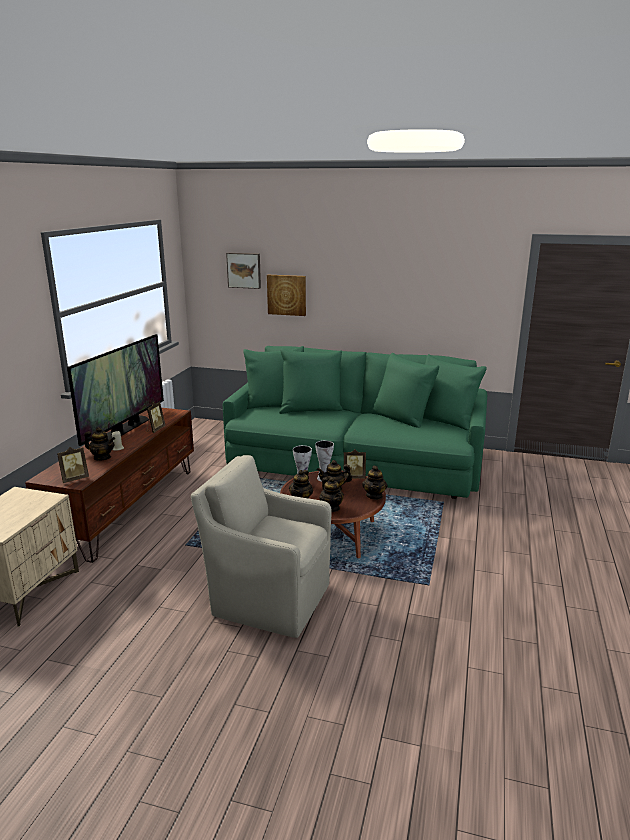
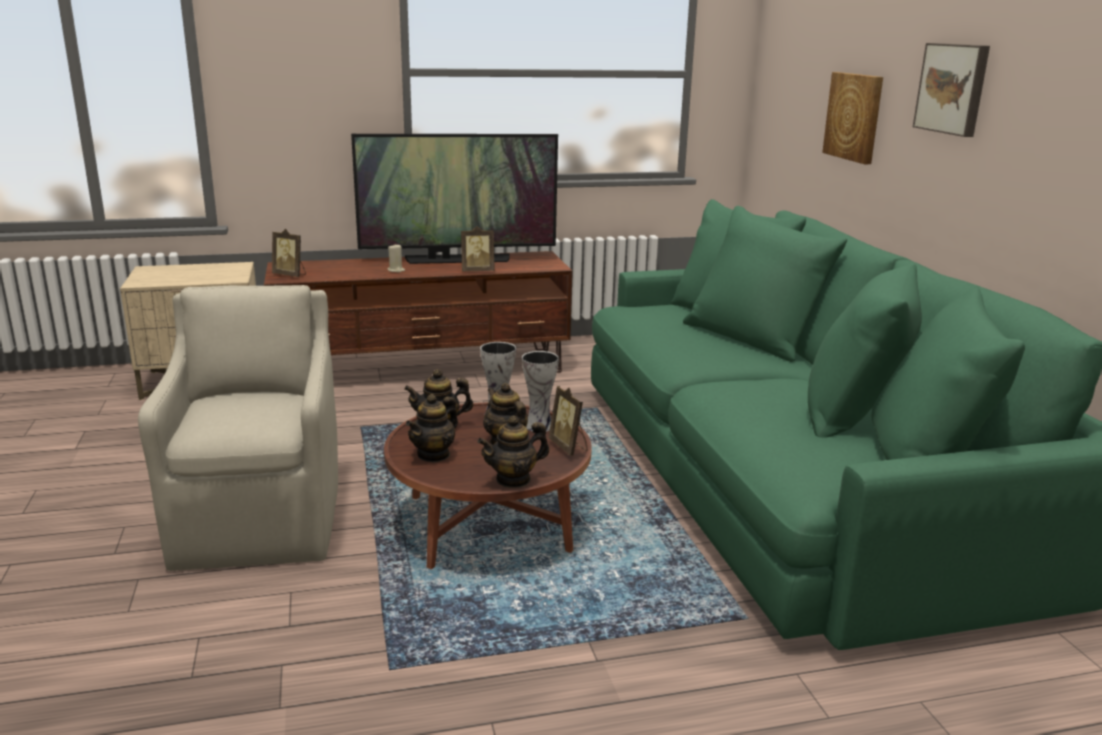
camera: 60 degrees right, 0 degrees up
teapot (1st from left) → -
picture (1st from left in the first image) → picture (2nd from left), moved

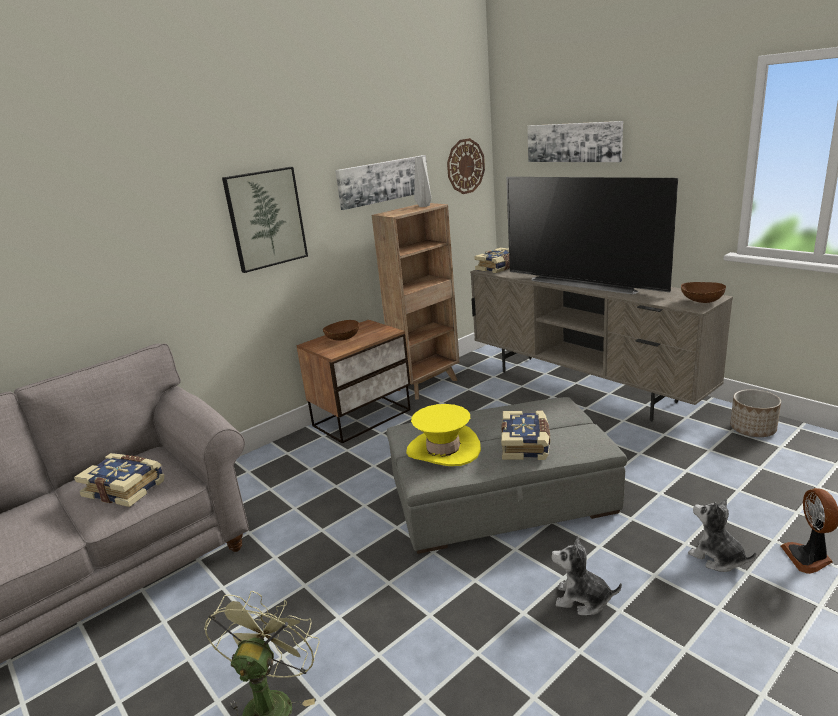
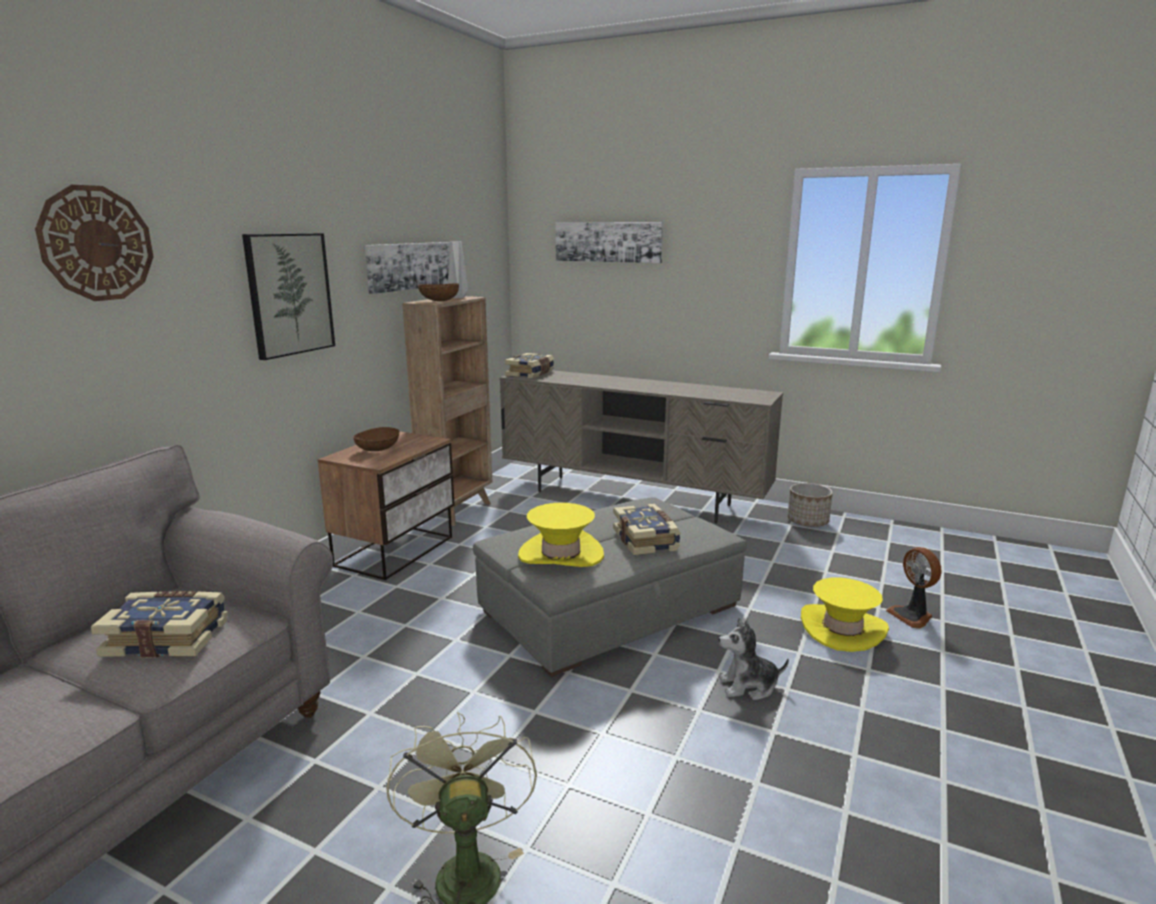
camera: 25 degrees left, 5 degrees down
clock on the wall, moved
TV set → -
bowl (brownish) (2nd from left), moved
plush toy (2nd from left) → wearable hat (yellow) (2nd from left)

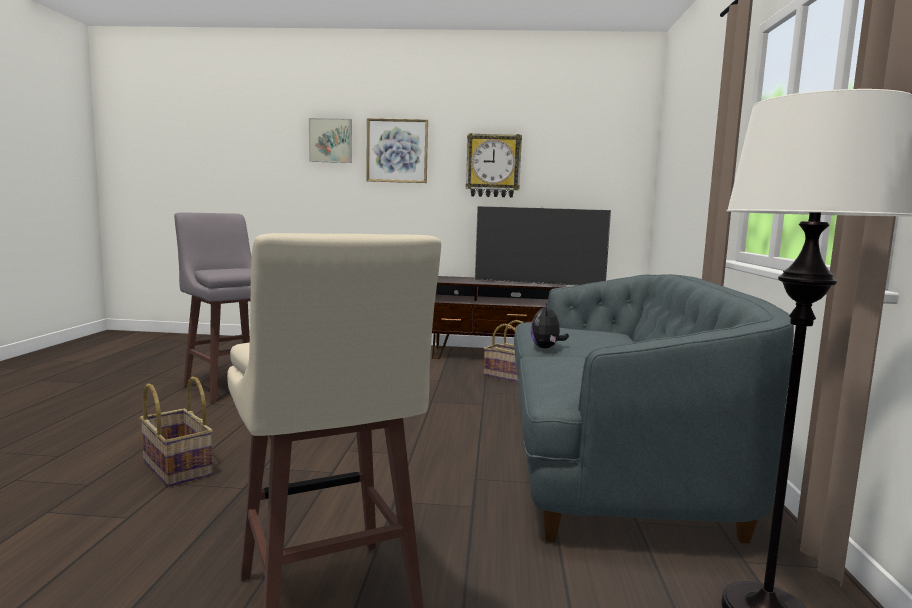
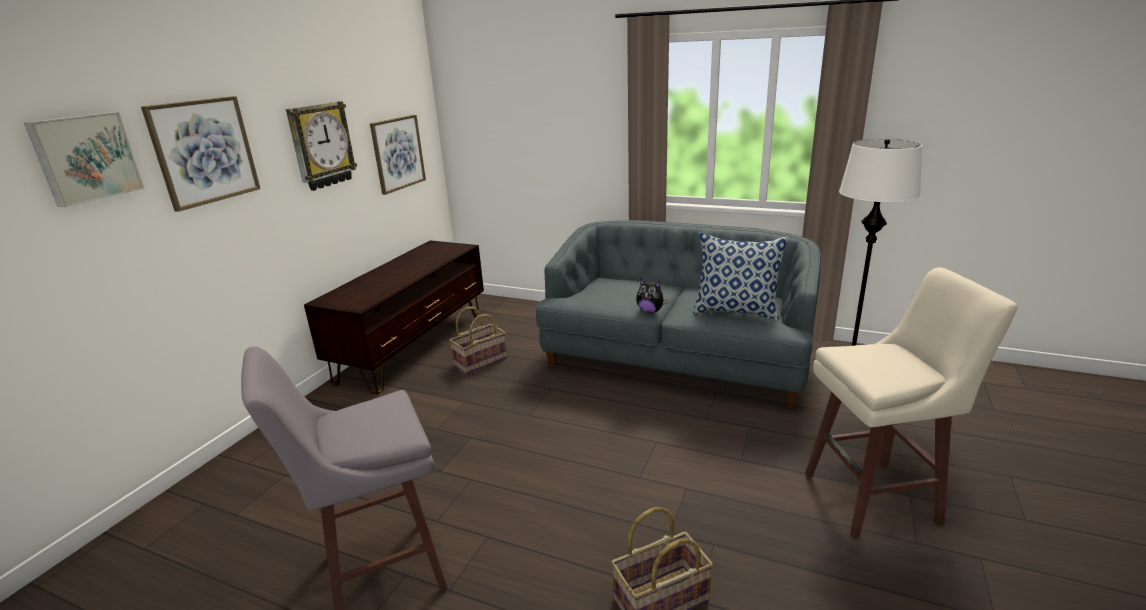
camera: 70 degrees left, 15 degrees up
TV set → -
- → picture (3rd from left)
- → cushion

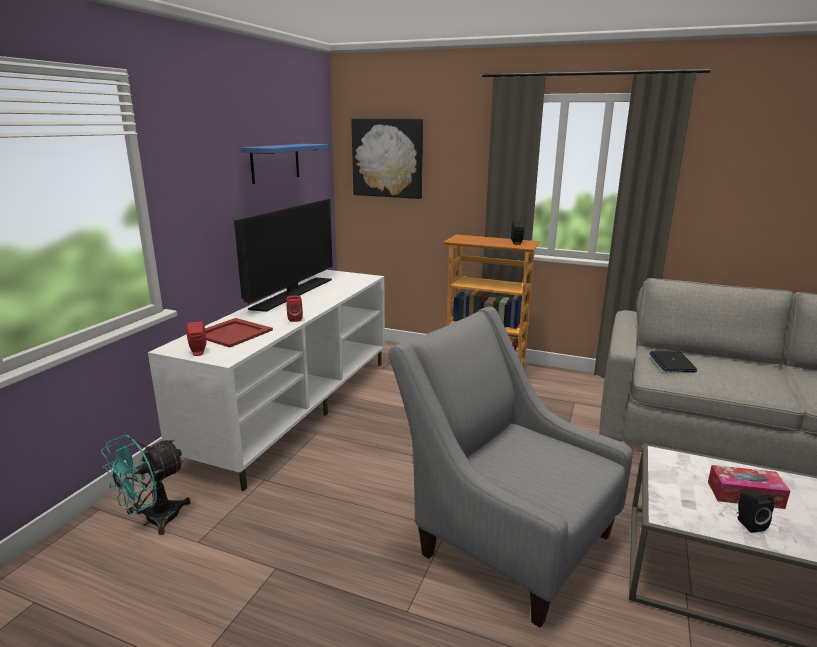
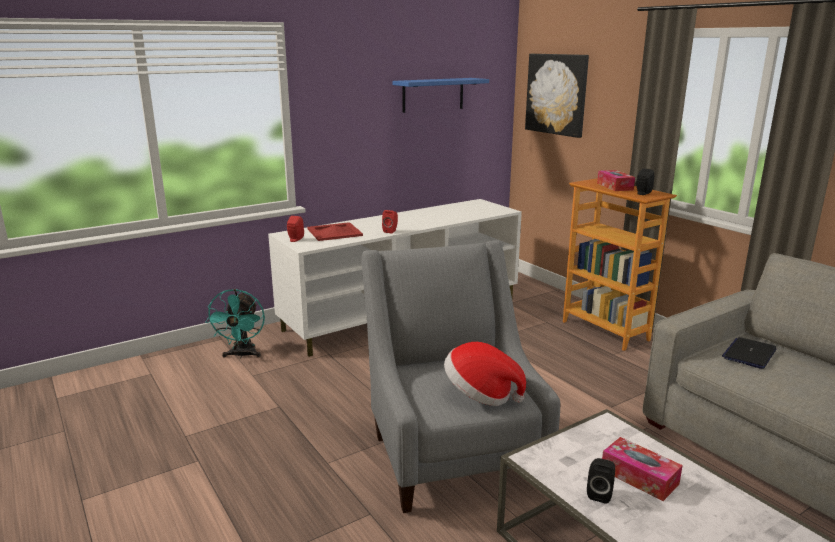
camera: 35 degrees right, 0 degrees up
fan (turquoise-coloured), 75 degrees counterclockwise
TV set → -
- → wearable hat
- → box of tissues (1st from left)

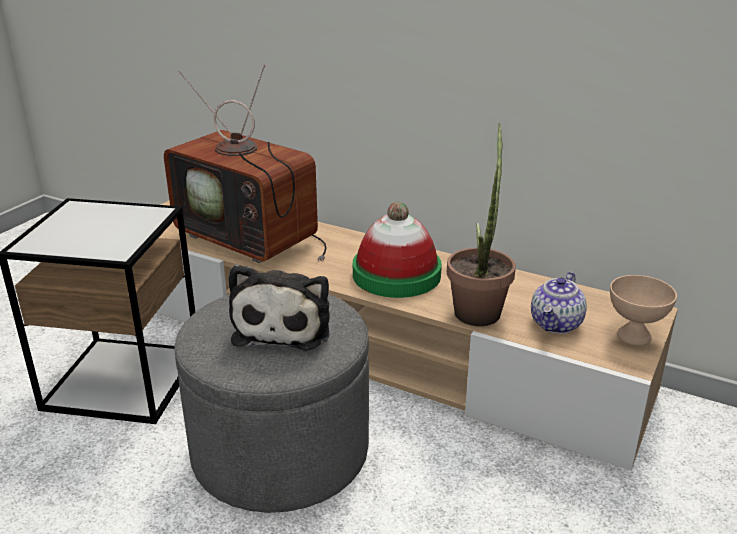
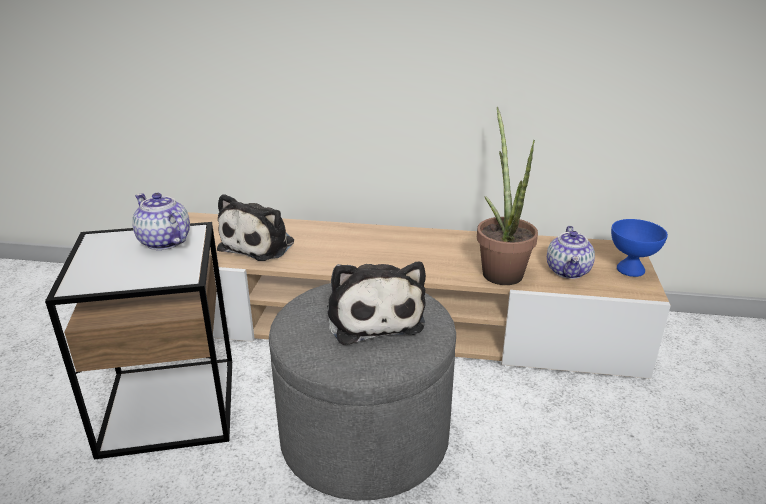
camera: 20 degrees left, 0 degrees up
TV set → plush toy (1st from left)
wearable hat → -
bowl (beige-coloured) → bowl (blue)
- → teapot (1st from left)

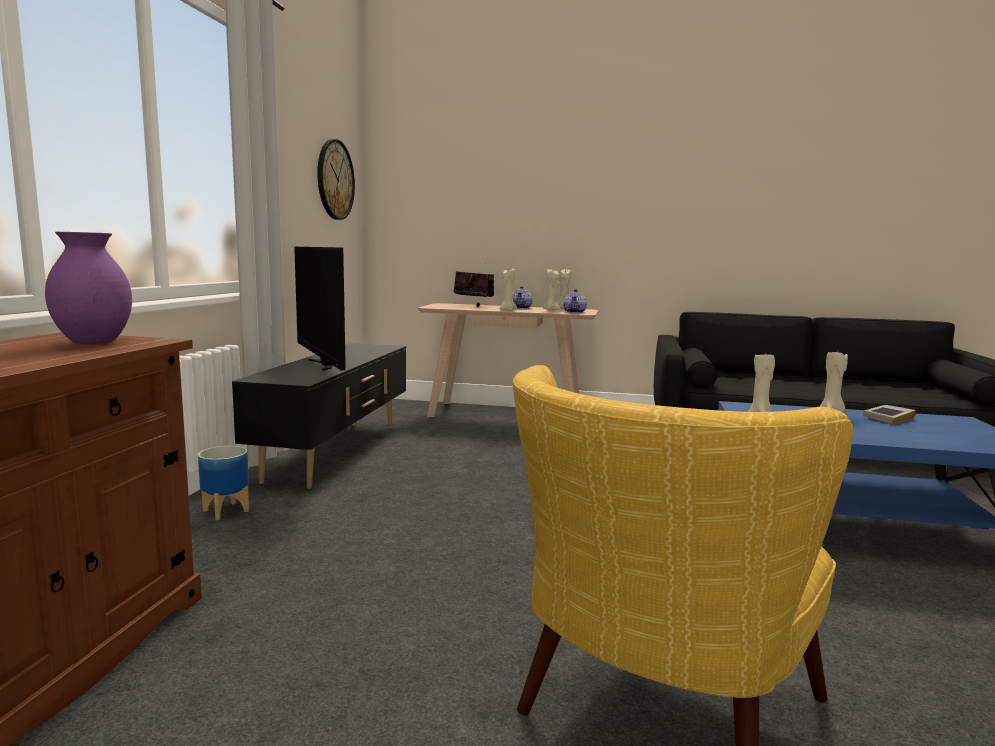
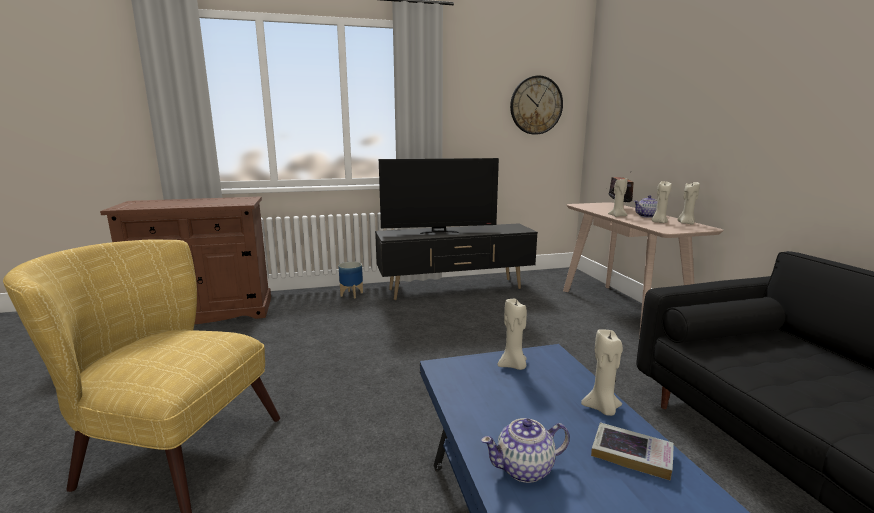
camera: 65 degrees right, 5 degrees up
decorative vase (purple) → -
TV set, 135 degrees counterclockwise
teapot (2nd from left in the first image) → teapot (1st from left), moved

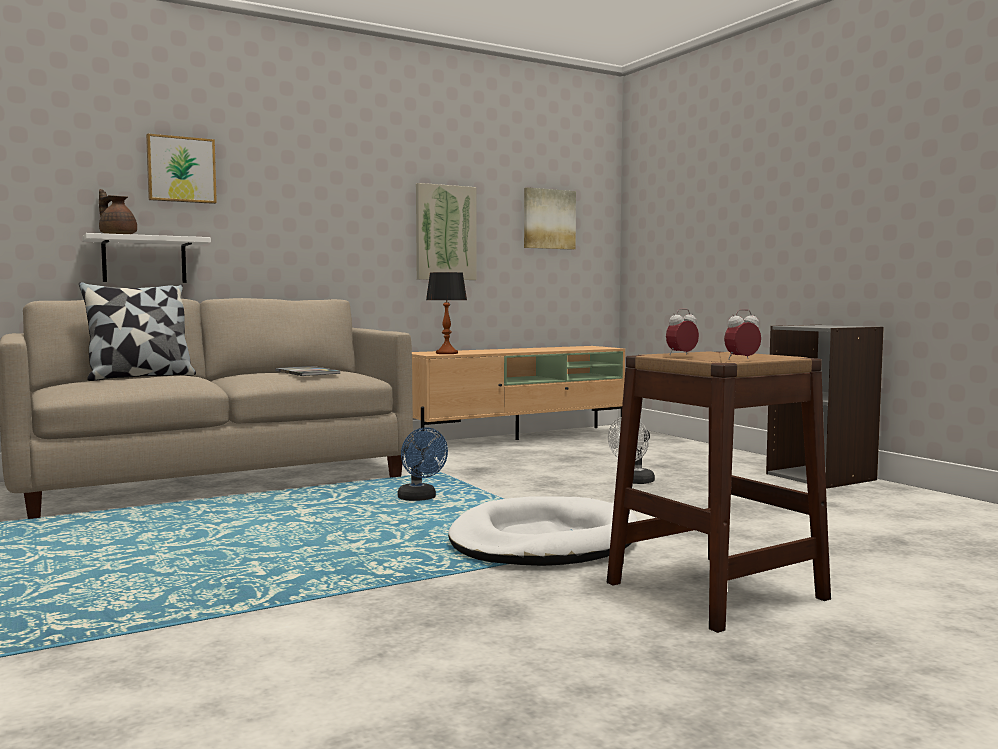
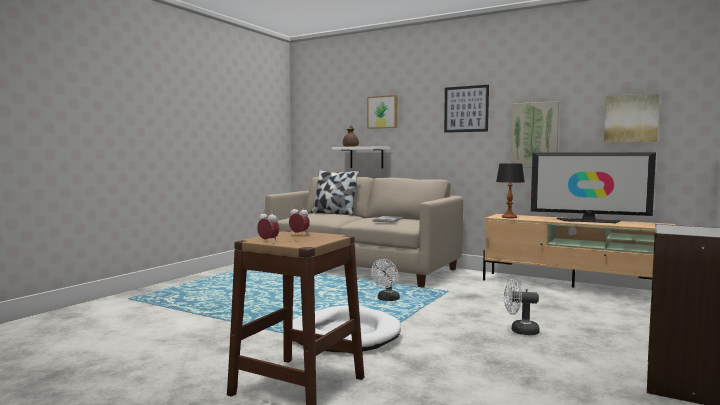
camera: 60 degrees right, 0 degrees up
fan (blue) → fan (white-coloured) (1st from left)
- → picture (2nd from left)
- → TV set

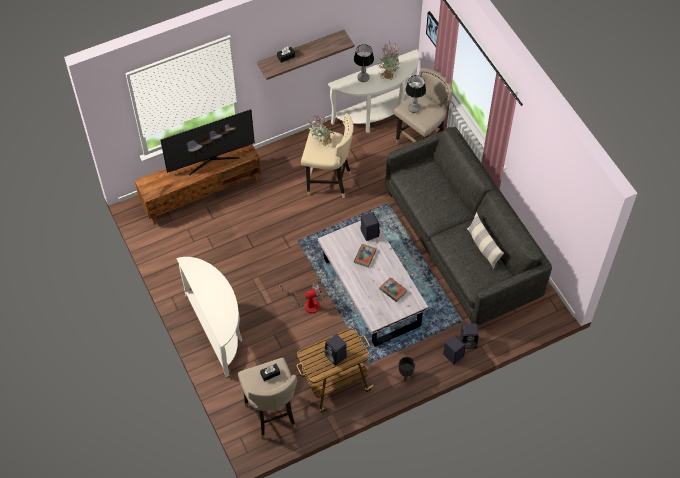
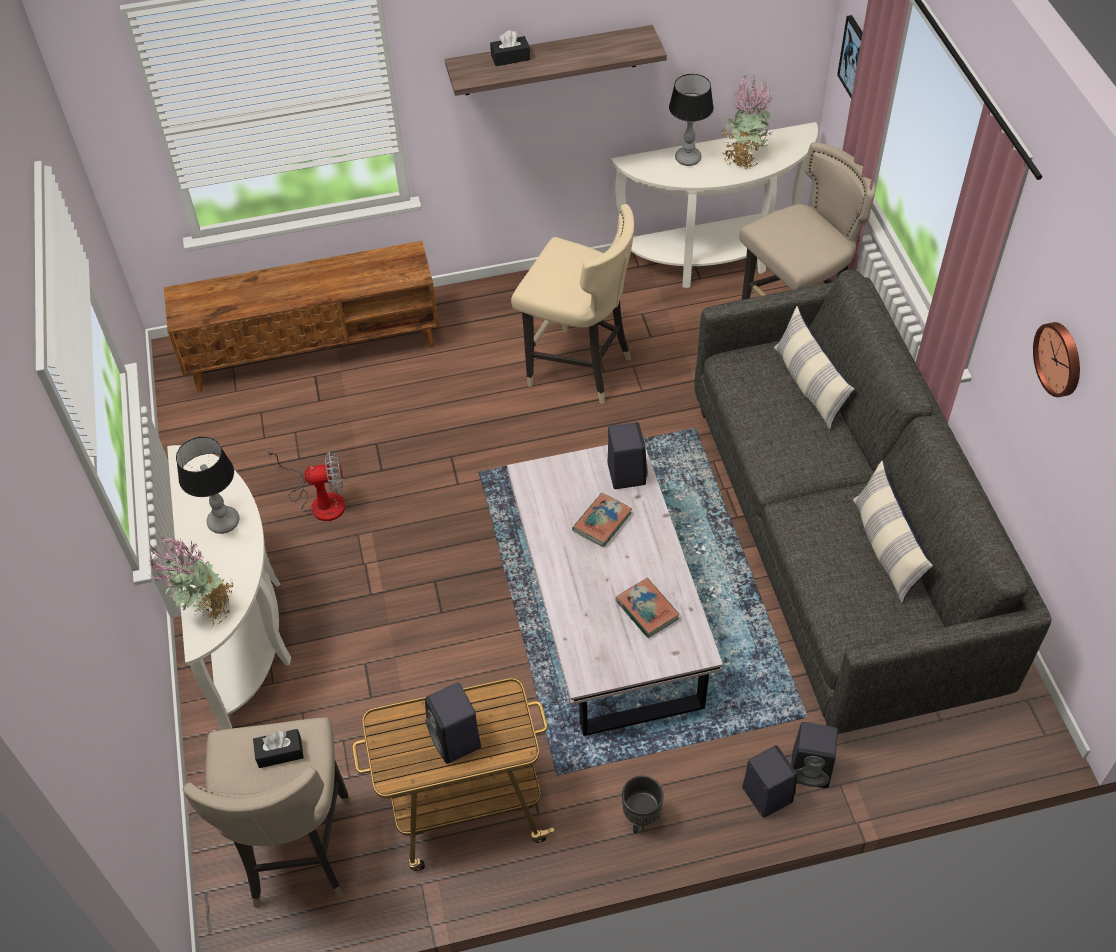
camera: 15 degrees right, 5 degrees down
TV set → -
fan, moved
plant in a pot (1st from left), moved
tabletop lamp (2nd from left in the first image) → tabletop lamp (1st from left), moved
- → cushion (1st from left)
- → clock on the wall

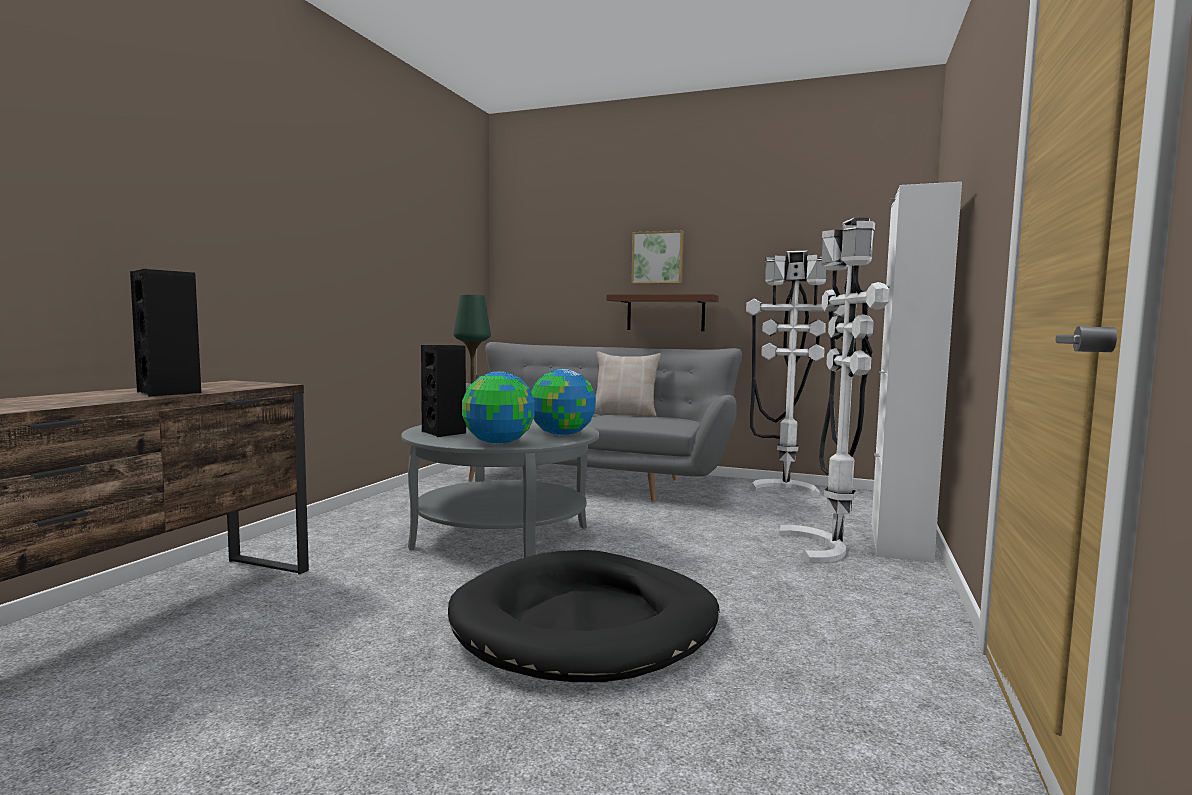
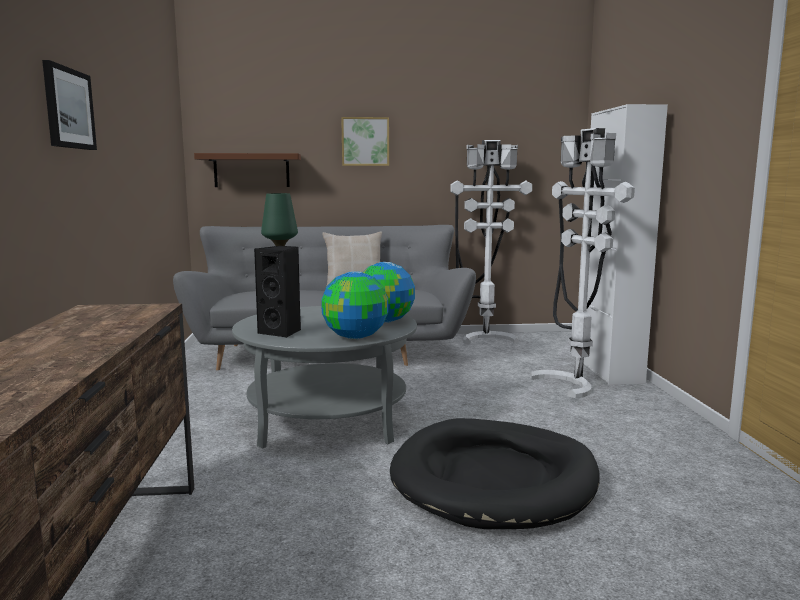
camera: 25 degrees left, 5 degrees up
loudspeaker (black-coloured) (1st from left) → -
bracket shelf (brownish), moved
- → picture (1st from left)

